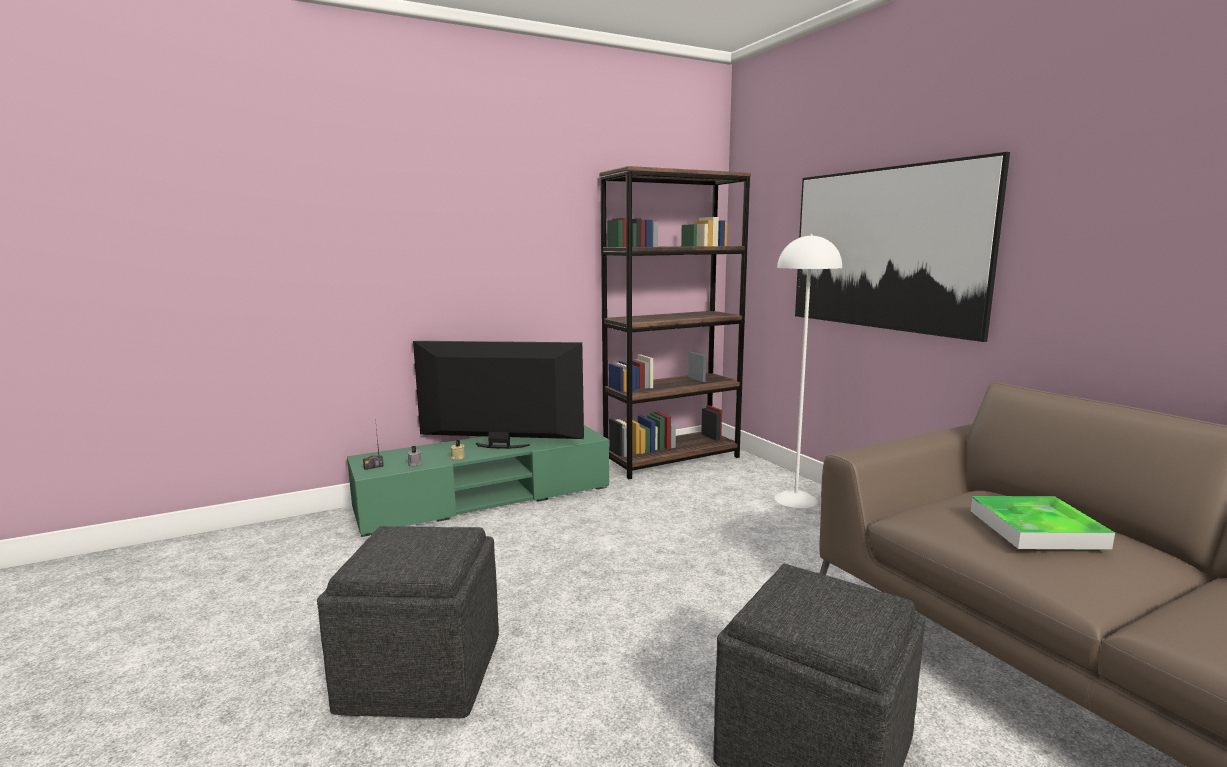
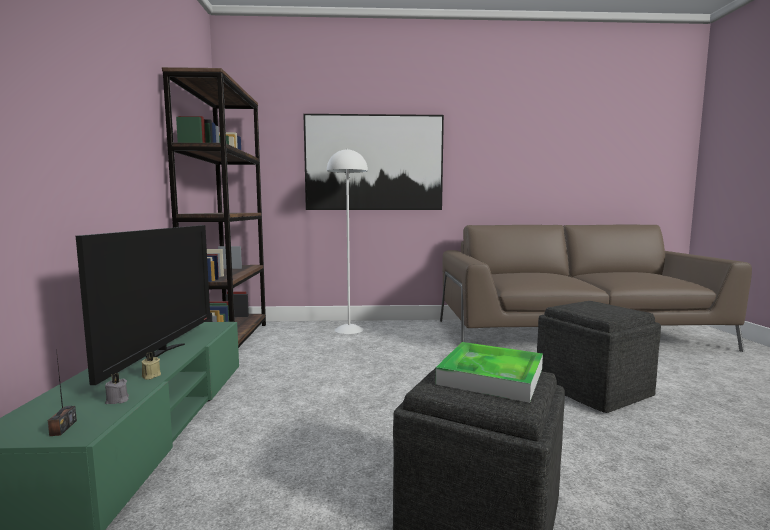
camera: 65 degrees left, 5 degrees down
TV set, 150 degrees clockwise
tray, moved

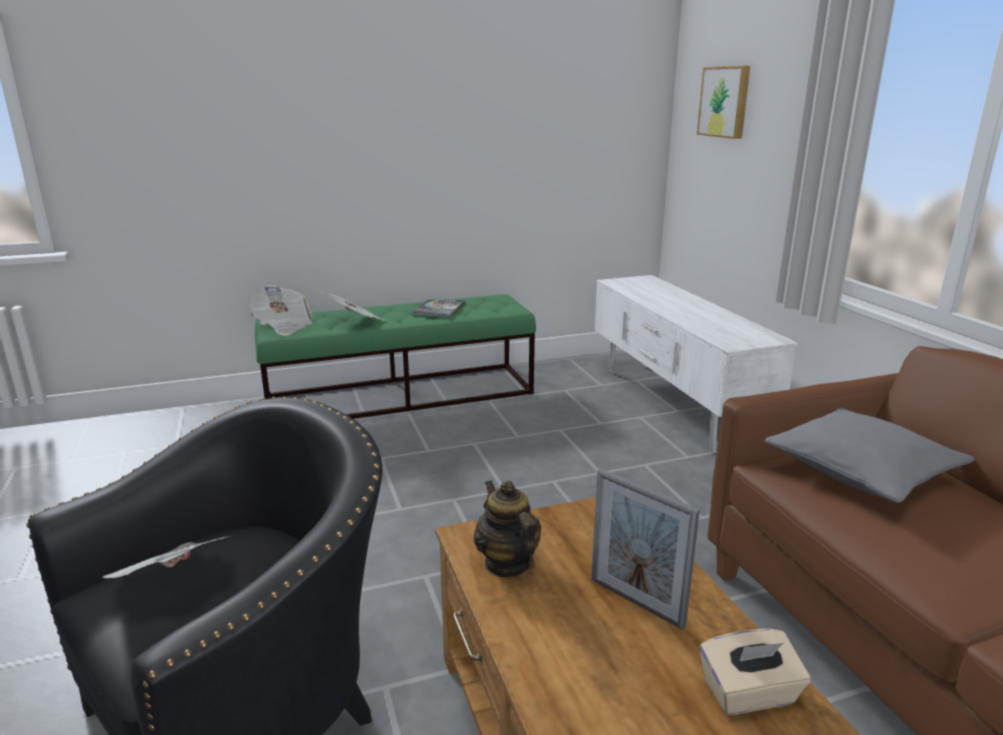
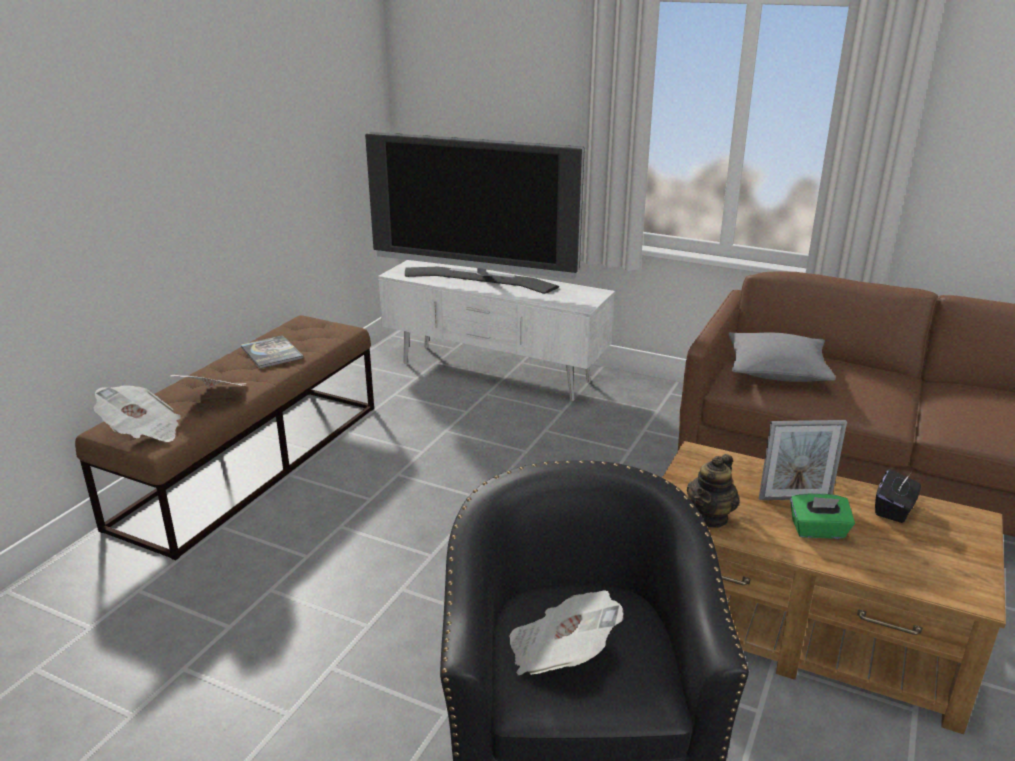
camera: 45 degrees left, 5 degrees up
long seat (green) → long seat (brownish)
teapot, 75 degrees counterclockwise
picture → -
box of tissues (beige-coloured) → box of tissues (black-coloured)
- → TV set
- → box of tissues (green)

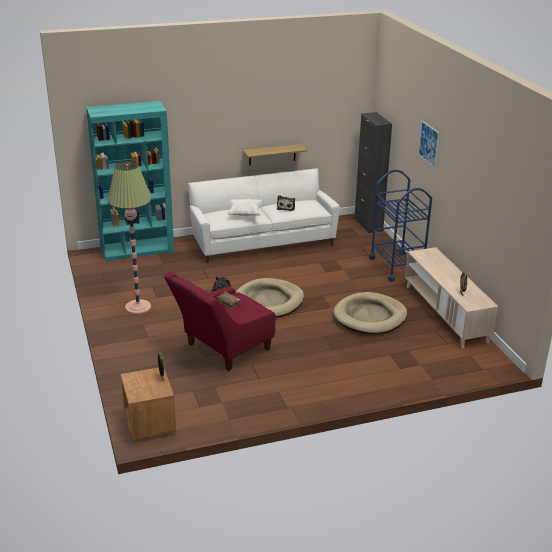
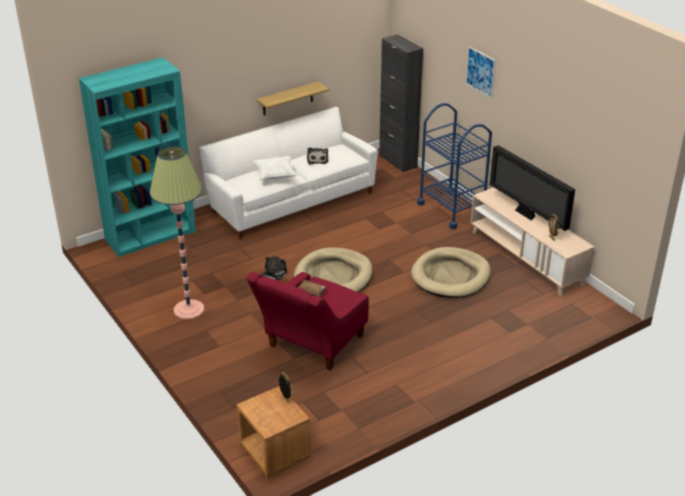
camera: 15 degrees left, 5 degrees up
- → TV set

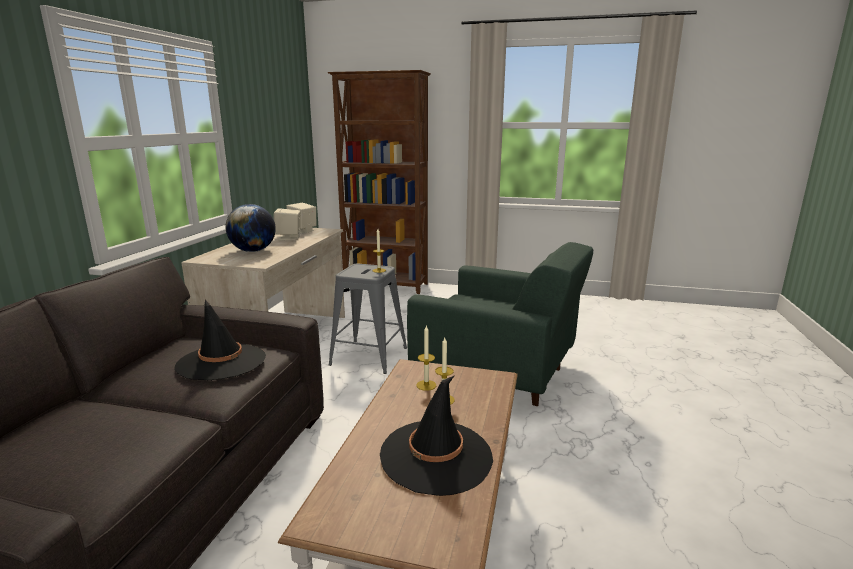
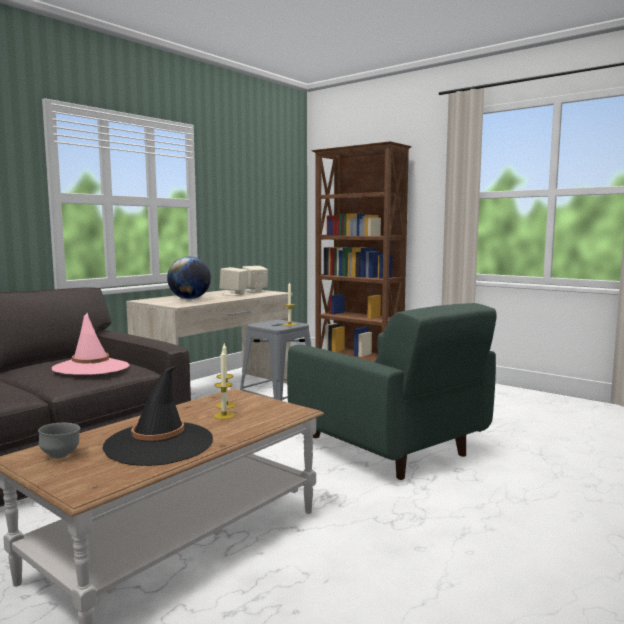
camera: 25 degrees right, 10 degrees down
wearable hat (black-coloured) (1st from left) → wearable hat (pink-coloured)
- → bowl (gray)

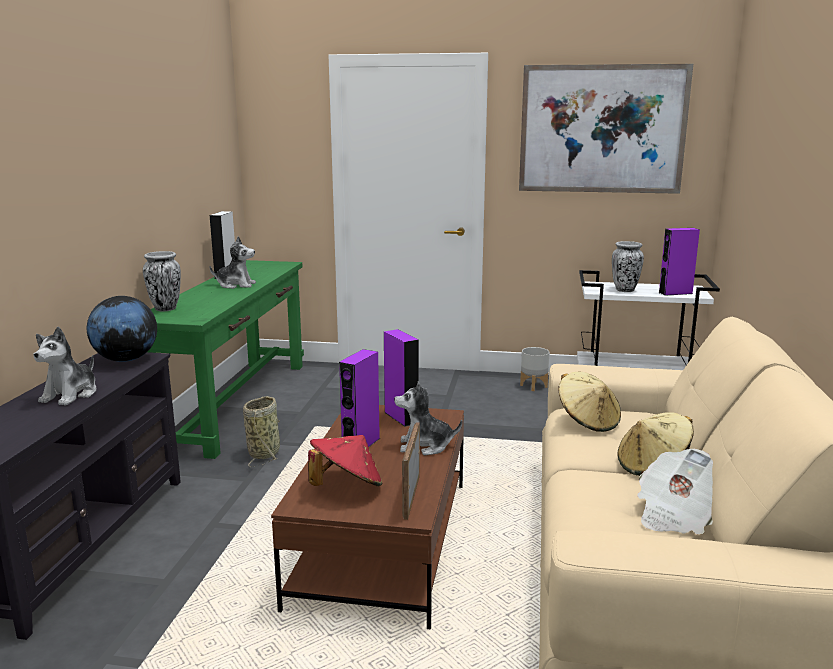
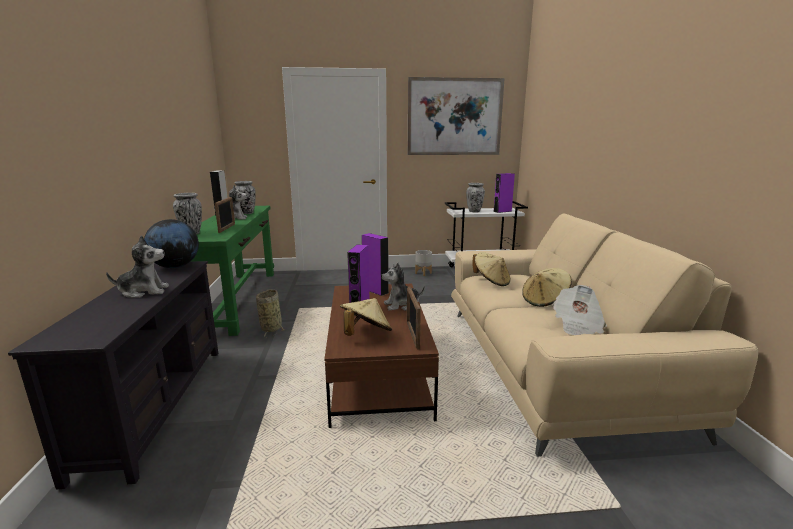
camera: 15 degrees left, 0 degrees up
plush toy (1st from left), 105 degrees counterclockwise
wearable hat (red) → wearable hat (beige-coloured) (1st from left)
- → standing frame (1st from left)
- → decorative vase (2nd from left)

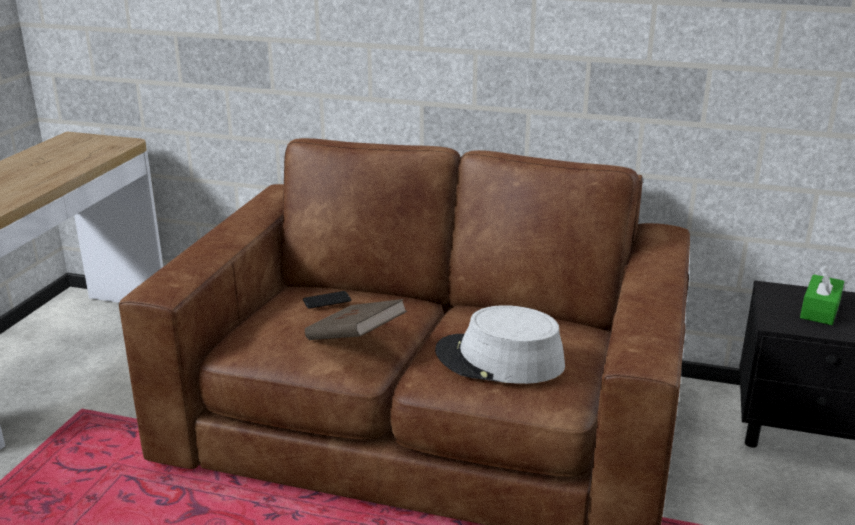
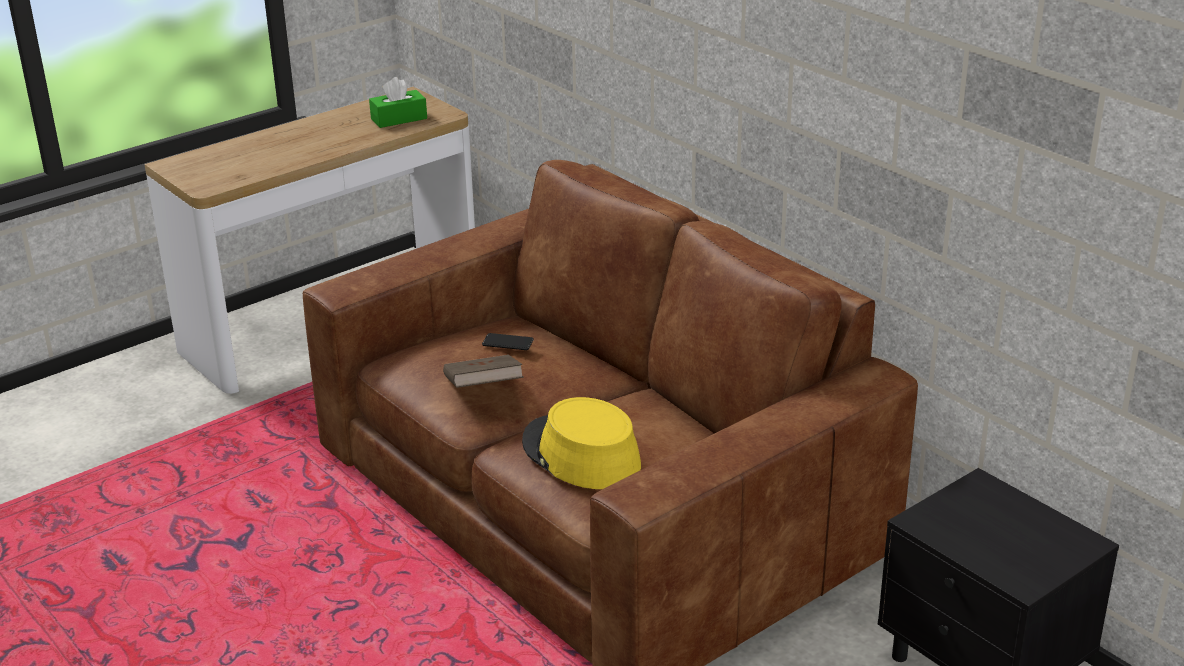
camera: 35 degrees right, 5 degrees up
wearable hat (gray) → wearable hat (yellow)
box of tissues (green), moved

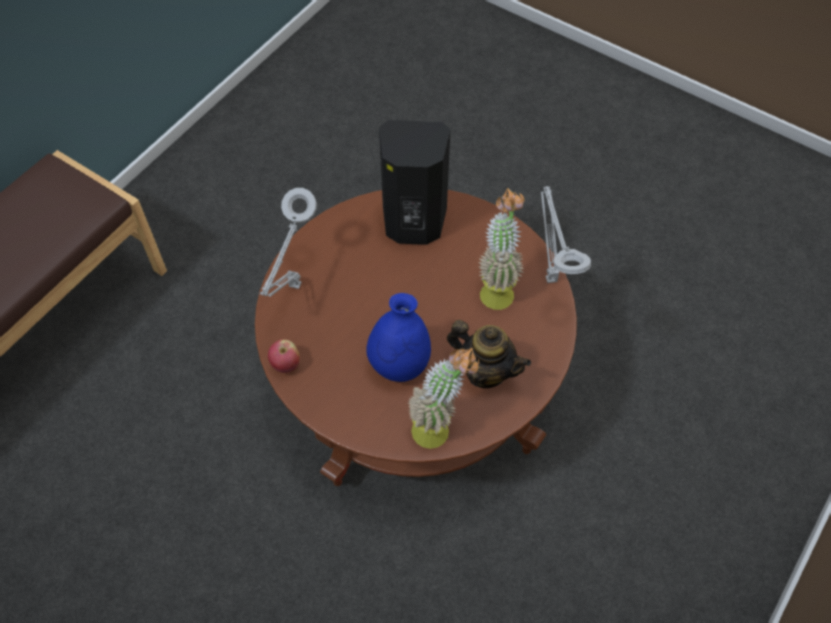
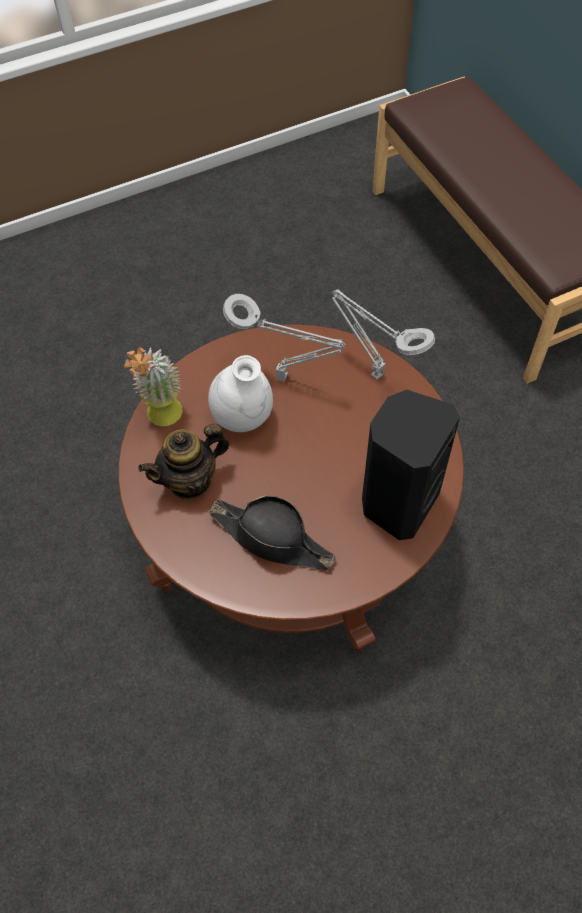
camera: 120 degrees right, 0 degrees up
apple → -
decorative vase (blue) → decorative vase (white-coloured)
plant in a pot (2nd from left) → wearable hat (black-coloured)
tabletop lamp (gray) (2nd from left in the first image) → tabletop lamp (gray) (1st from left), moved

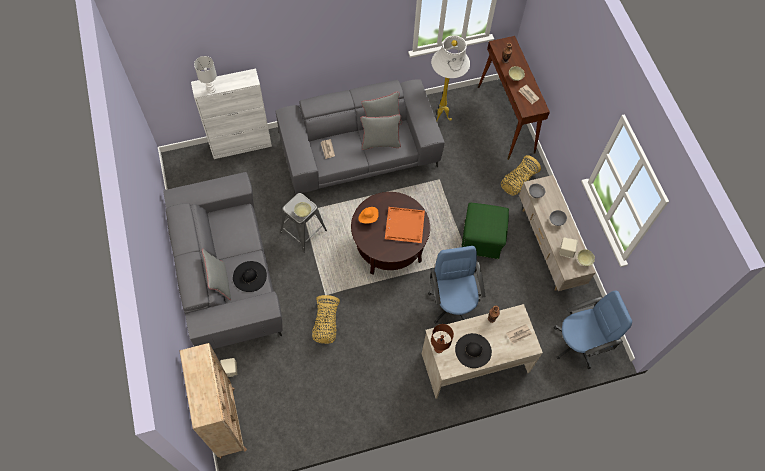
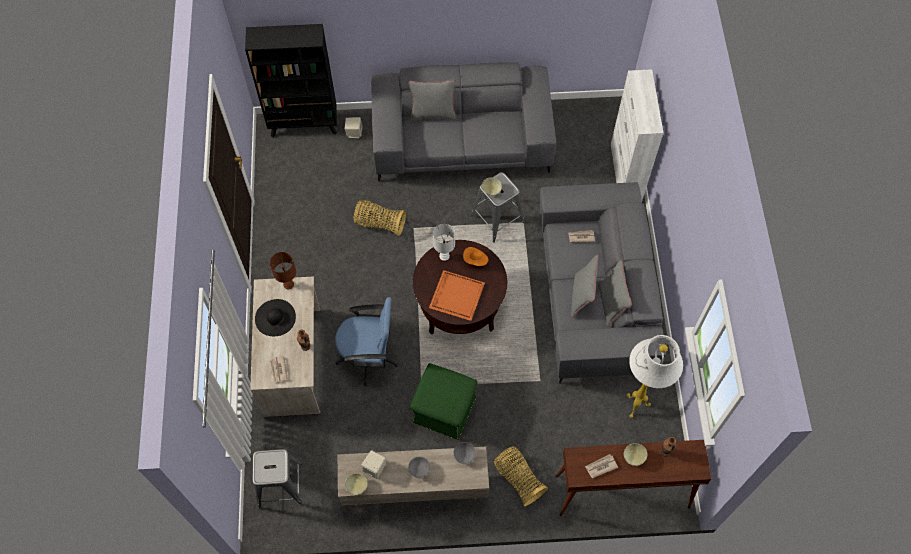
camera: 105 degrees right, 0 degrees up
bookshelf (beige-coloured) → bookshelf (black-coloured)
tabletop lamp (white-coloured), moved
wearable hat (black-coloured) (1st from left) → -
desk chair (blue) (2nd from left) → sitting stool (gray) (1st from left)

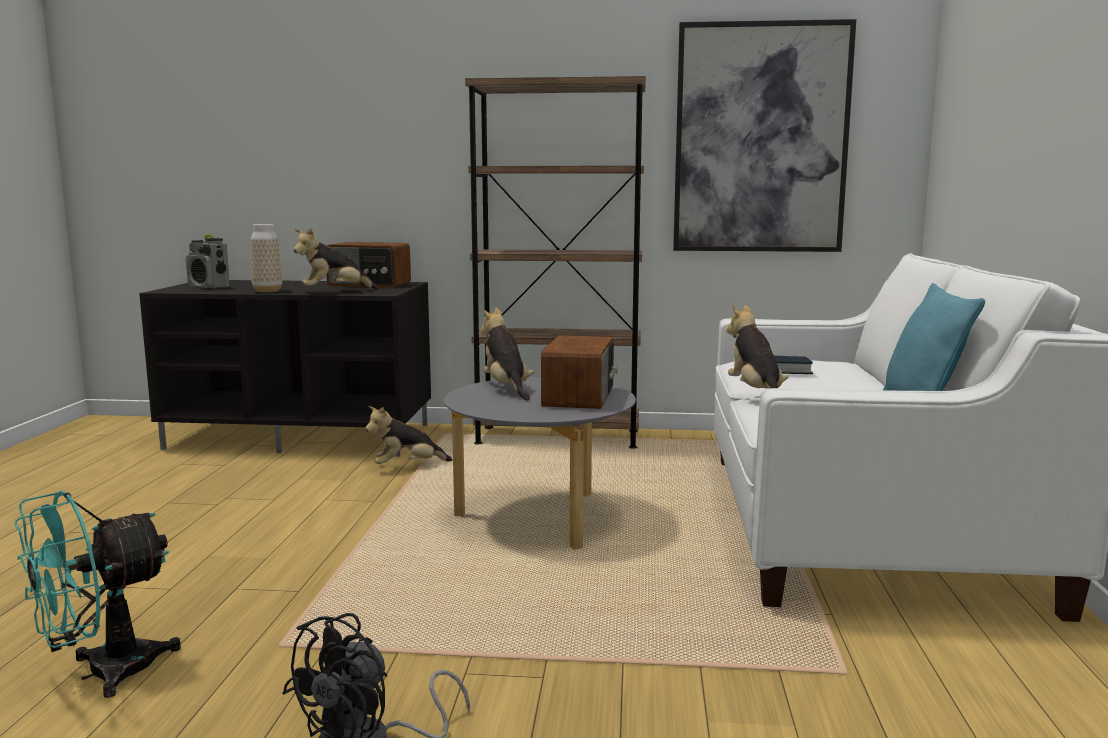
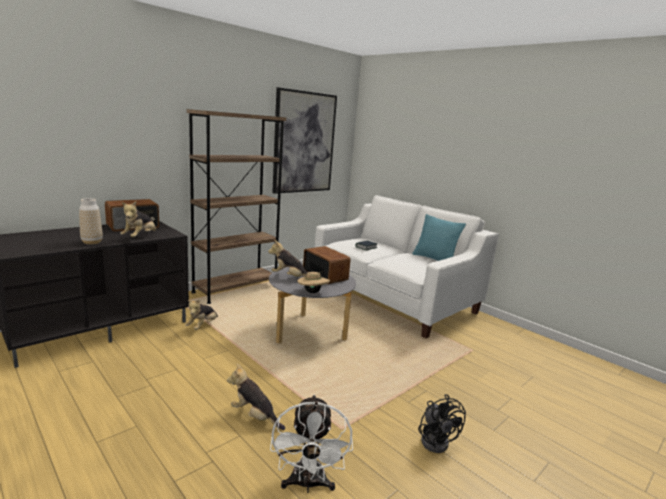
camera: 50 degrees left, 5 degrees up
fan (turquoise-coloured) → fan (white-coloured)
radio set (1st from left) → -
plush toy (4th from left in the first image) → plush toy (3rd from left), moved
- → wearable hat (beige-coloured)

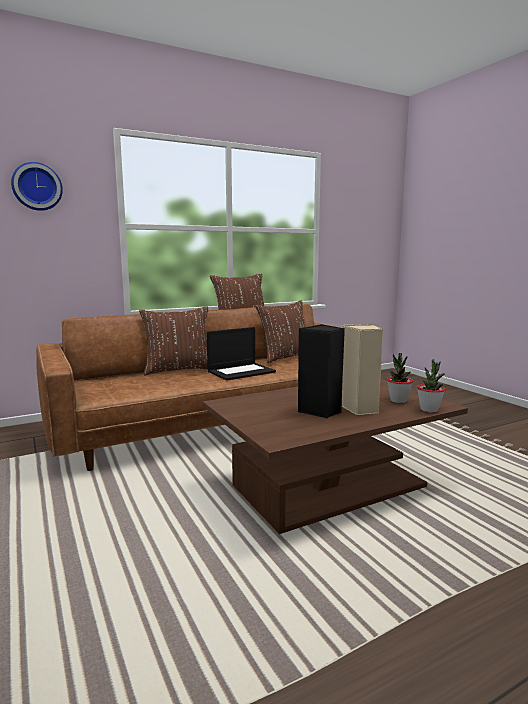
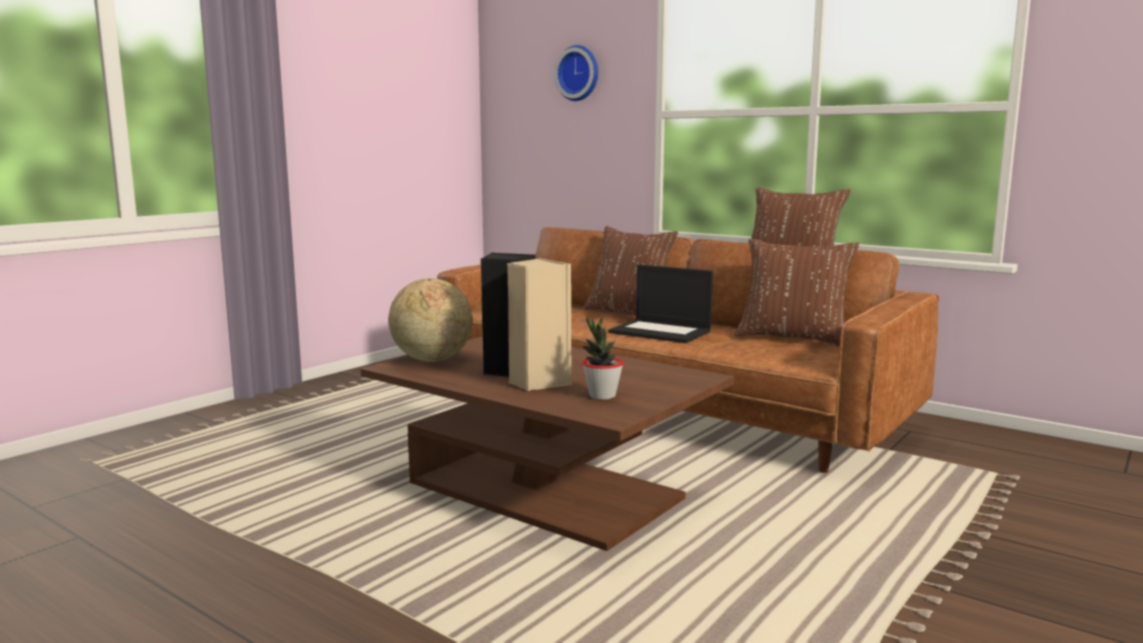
camera: 65 degrees right, 0 degrees up
plant in a pot (2nd from left) → -
- → desk globe

